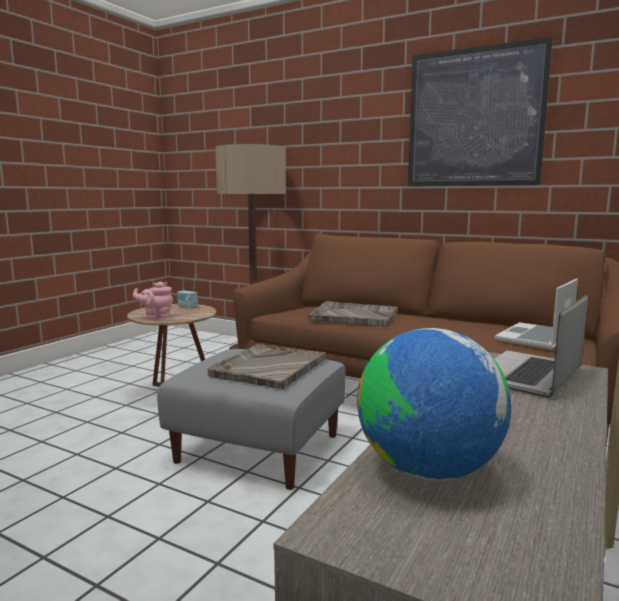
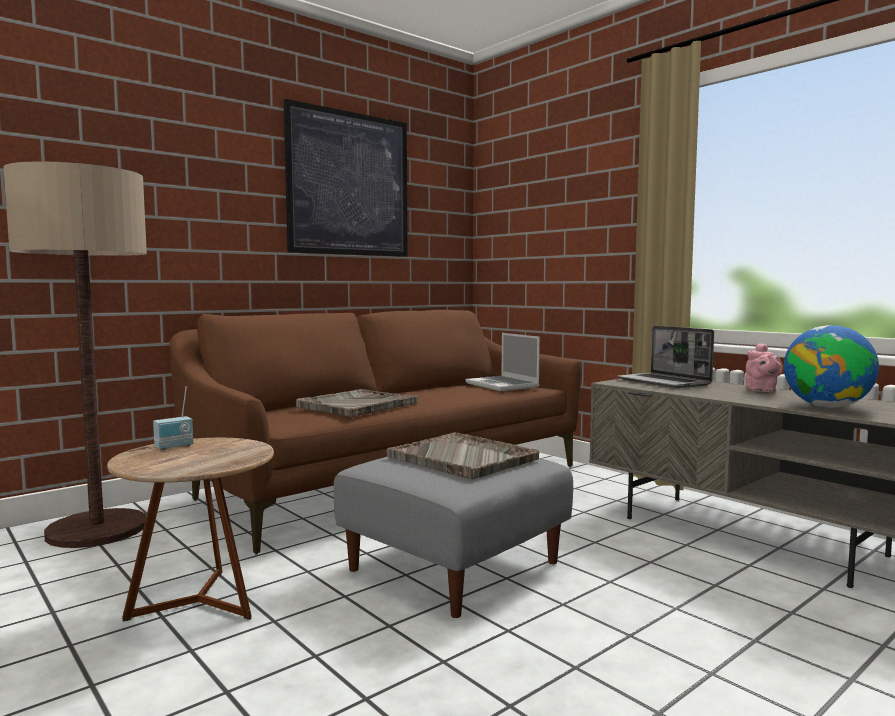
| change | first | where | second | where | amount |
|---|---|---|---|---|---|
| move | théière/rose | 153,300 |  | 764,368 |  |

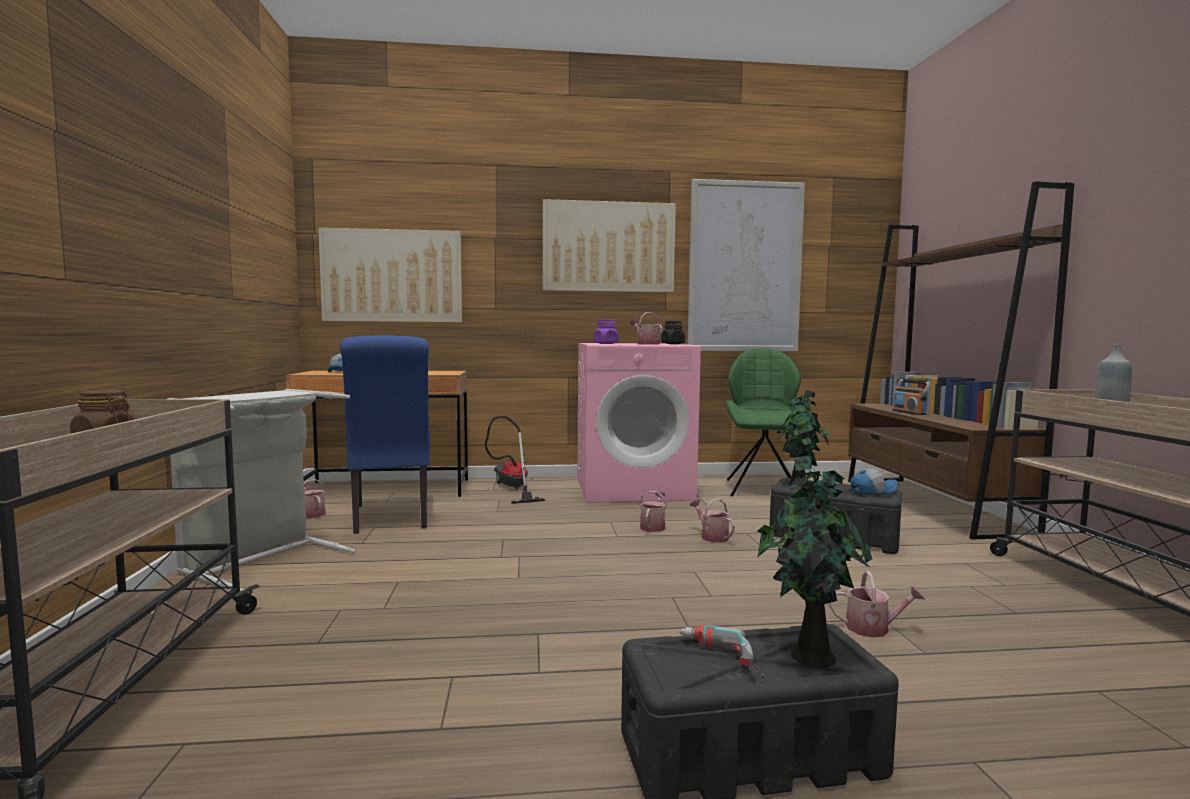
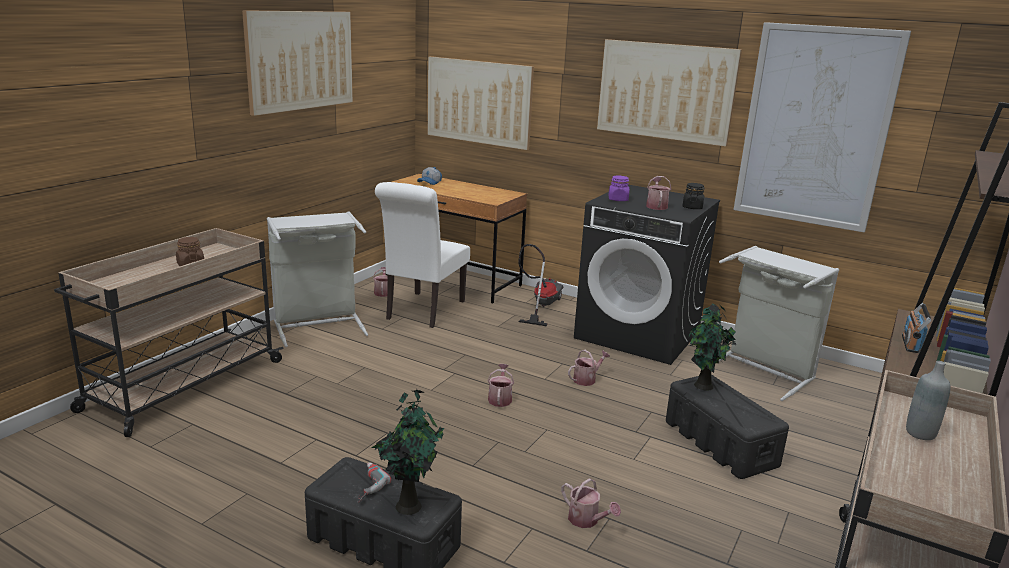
| change | first | where | second | where | amount |
|---|---|---|---|---|---|
| delete | casquette | 874,481 |  |  |  |
| insert |  |  | tableau | 297,63 |  |
| move | arrosoir | 712,520 |  | 501,385 |  |
| replace | chaise/vert | 768,422 | panier à linge/gris | 777,323 |  |
| recolor | chaise/bleu | 385,434 | chaise/blanc | 422,255 |  |
| recolor | lave-linge/rose | 639,423 | lave-linge/noir | 647,275 |  |

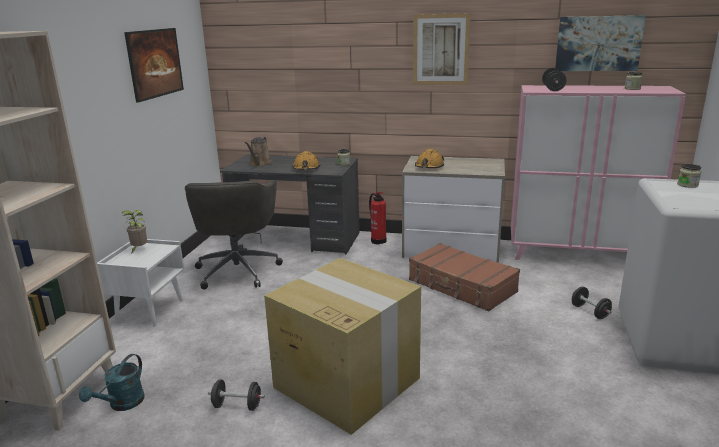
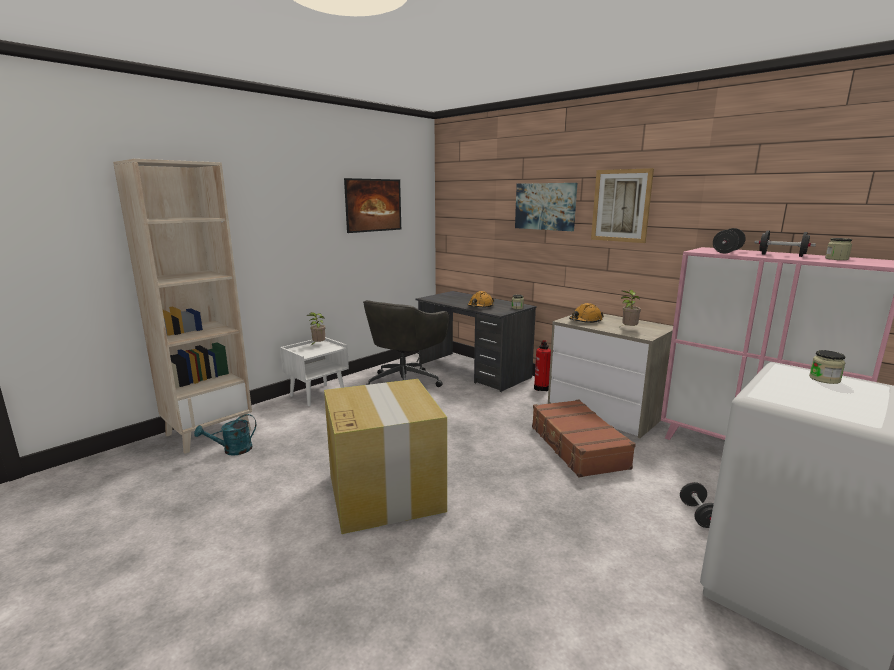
| change | first | where | second | where | amount |
|---|---|---|---|---|---|
| delete | arrosoir/marron | 259,152 |  |  |  |
| insert |  |  | plante en pot | 630,308 |  |
| move | haltère/noir | 236,395 |  | 785,243 |  |
| move | tableau | 600,43 |  | 546,207 |  |

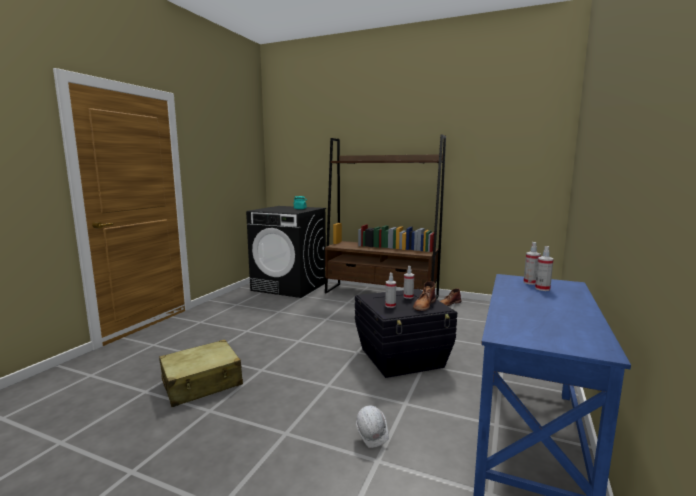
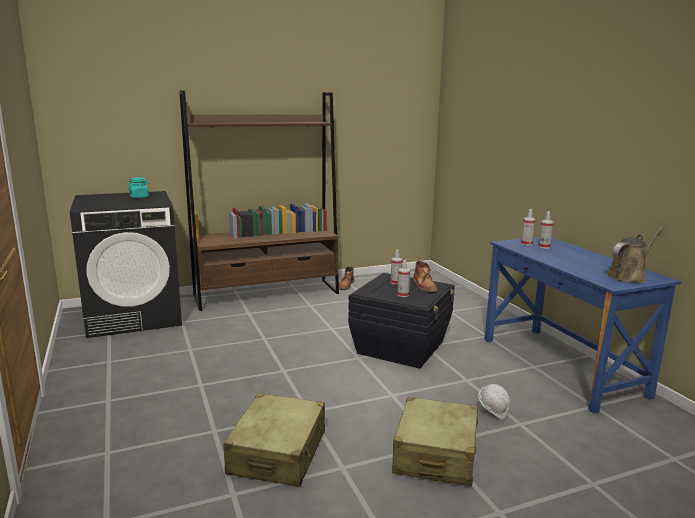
| change | first | where | second | where | amount |
|---|---|---|---|---|---|
| insert |  |  | valise/beige | 435,441 |  |
| insert |  |  | arrosoir/marron | 635,255 |  |

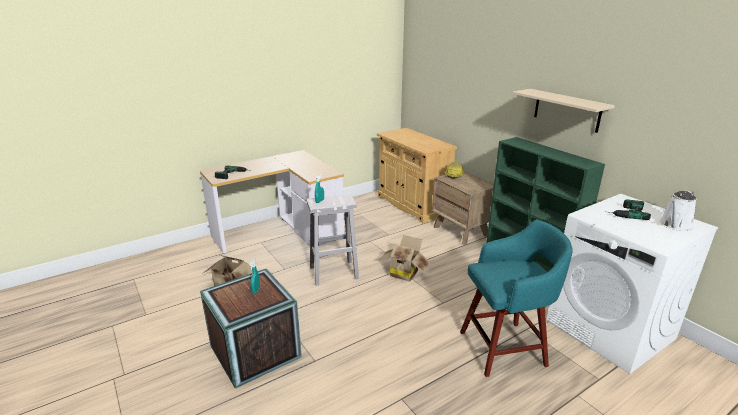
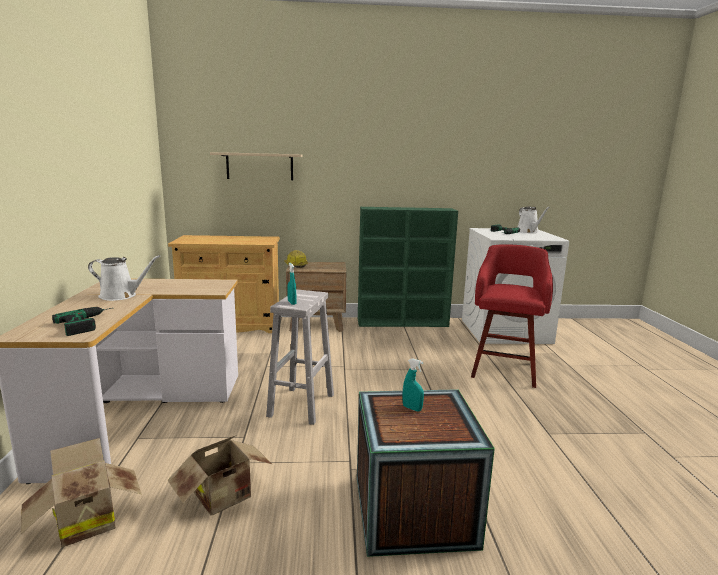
| change | first | where | second | where | amount |
|---|---|---|---|---|---|
| insert |  |  | arrosoir/blanc | 124,278 |  |
| move | carton | 405,258 |  | 81,493 |  |
| move | étagère/beige | 563,111 |  | 256,166 |  |
| recolor | tabouret/turquoise | 516,298 | tabouret/rouge | 512,316 |  |

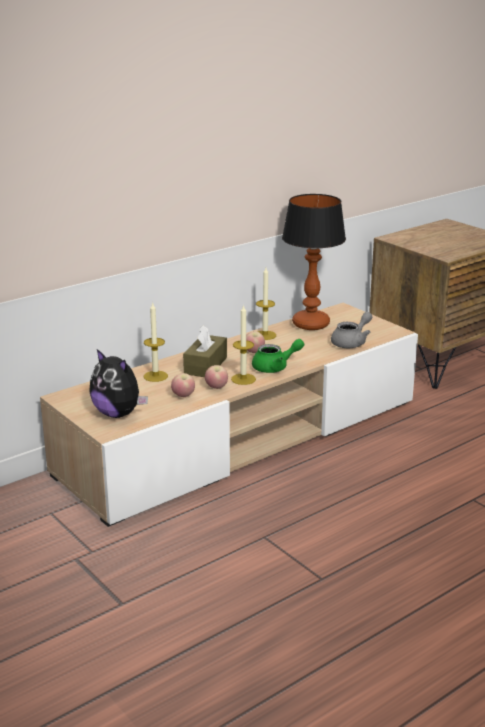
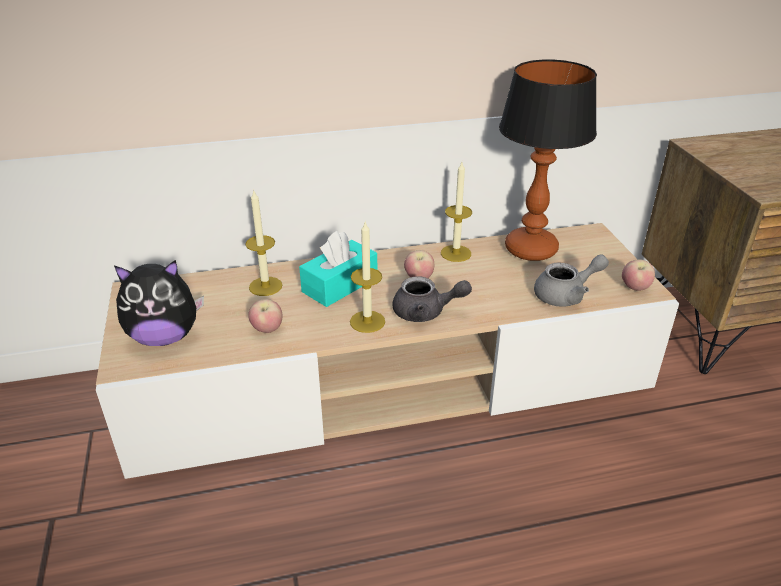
| change | first | where | second | where | amount |
|---|---|---|---|---|---|
| move | pomme | 216,377 |  | 638,275 |  |
| recolor | boîte à mouchoirs/marron | 205,351 | boîte à mouchoirs/turquoise | 338,269 |  |
| recolor | théière/vert | 278,356 | théière/gris | 432,299 |  |
| rotate | peluche | 118,383 |  | 159,303 | 75 degrees counterclockwise |

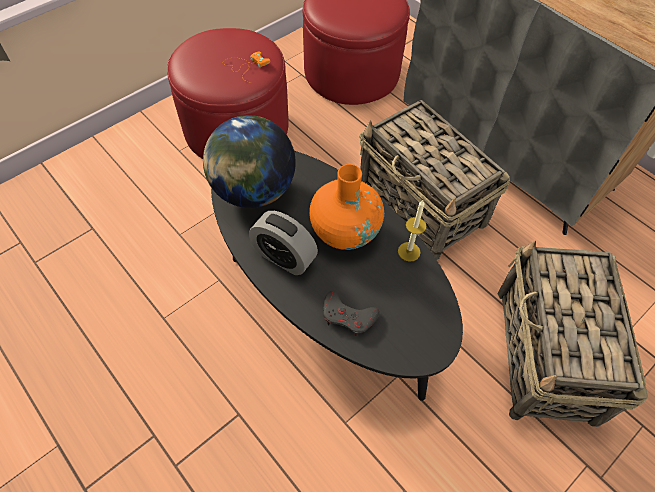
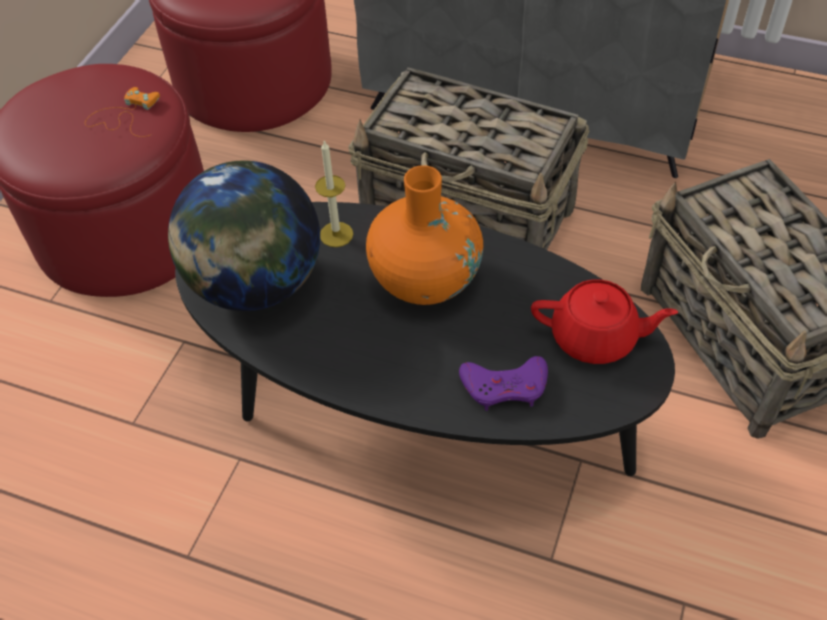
| change | first | where | second | where | amount |
|---|---|---|---|---|---|
| delete | réveil | 283,243 |  |  |  |
| insert |  |  | théière/rouge | 604,321 |  |
| move | bougie | 412,231 |  | 334,193 |  |
| recolor | manette/gris | 351,313 | manette/violet | 503,383 |  |

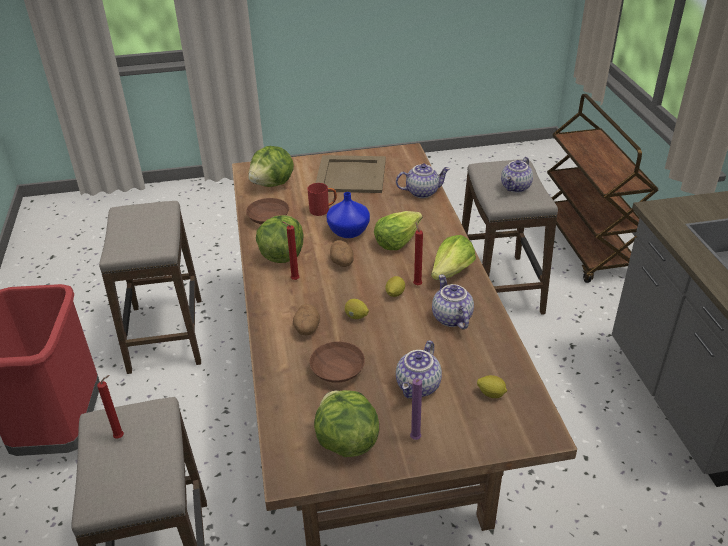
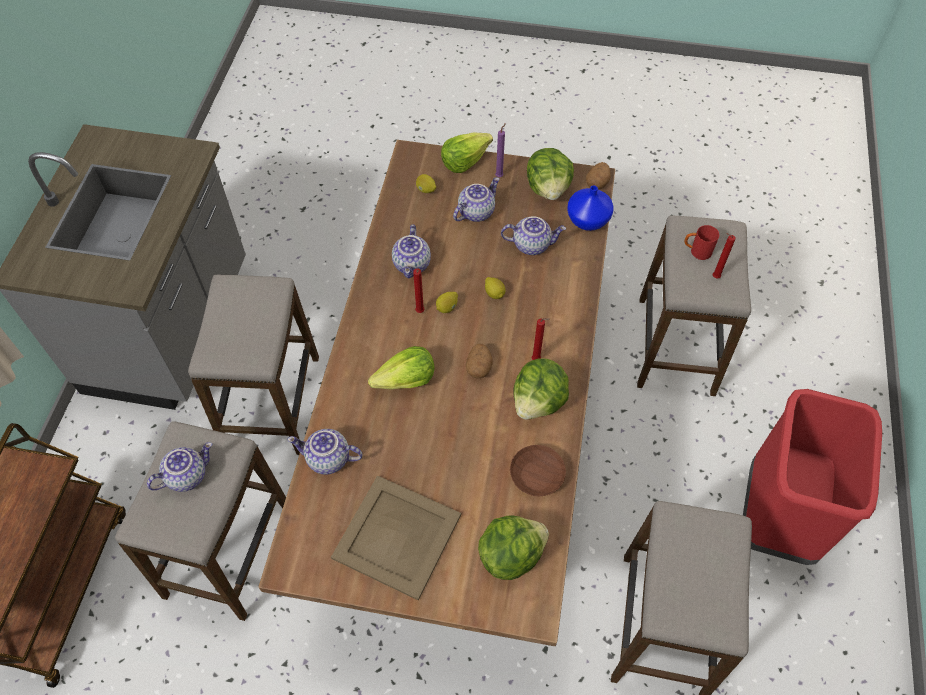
| change | first | where | second | where | amount |
|---|---|---|---|---|---|
| insert |  |  | tabouret | 253,365 |  |
| move | pomme de terre | 306,319 |  | 598,176 |  |
| move | mug/rouge | 322,199 |  | 701,242 |  |
| move | vase/bleu | 348,215 |  | 590,208 |  |
| move | laitue | 453,257 |  | 467,153 |  |
| replace | bol/marron | 337,362 | théière | 533,235 |  |

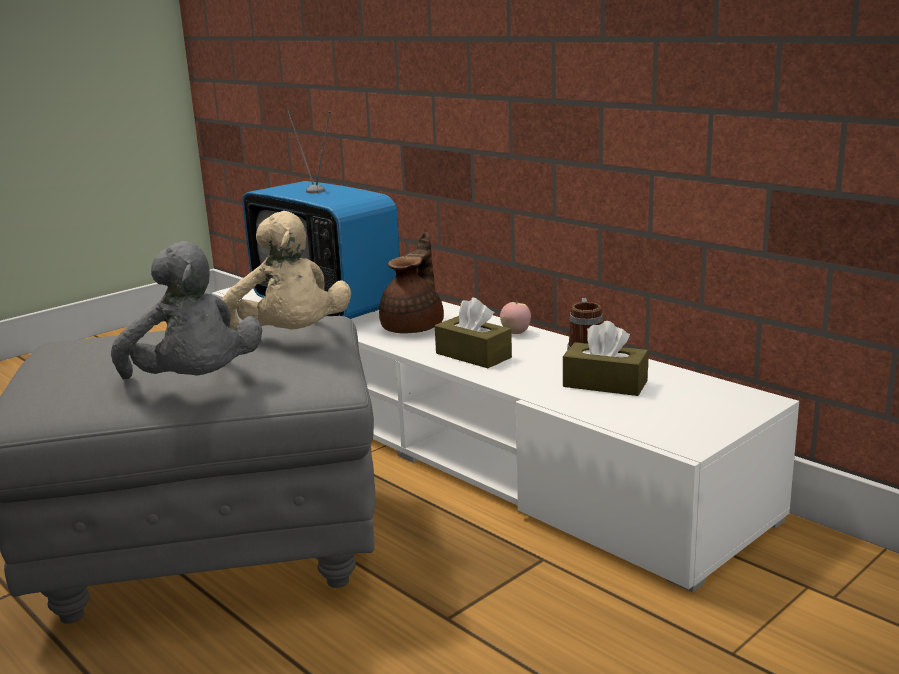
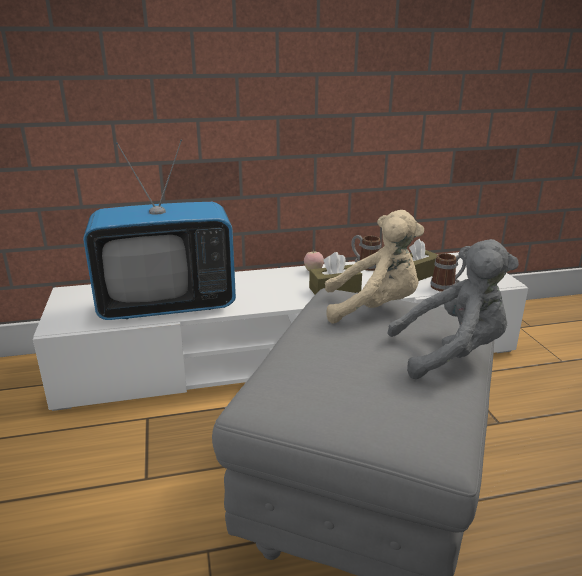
| change | first | where | second | where | amount |
|---|---|---|---|---|---|
| delete | théière/marron | 411,282 |  |  |  |
| insert |  |  | mug | 448,272 |  |

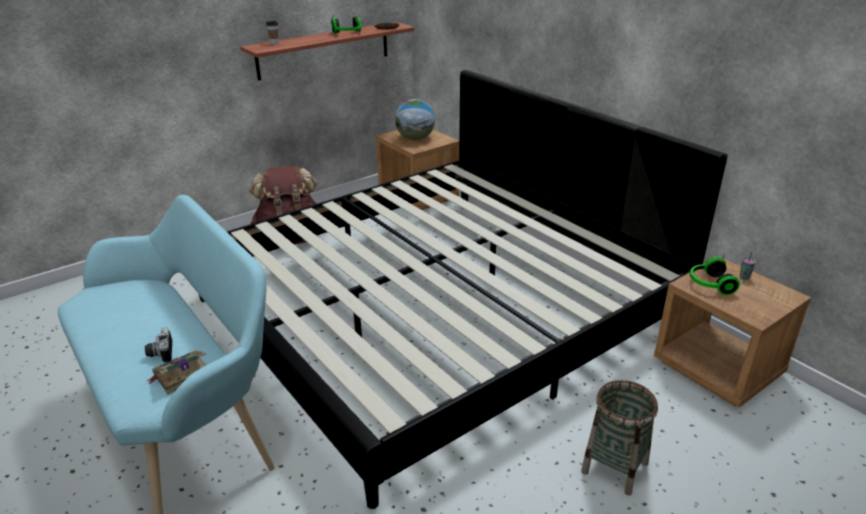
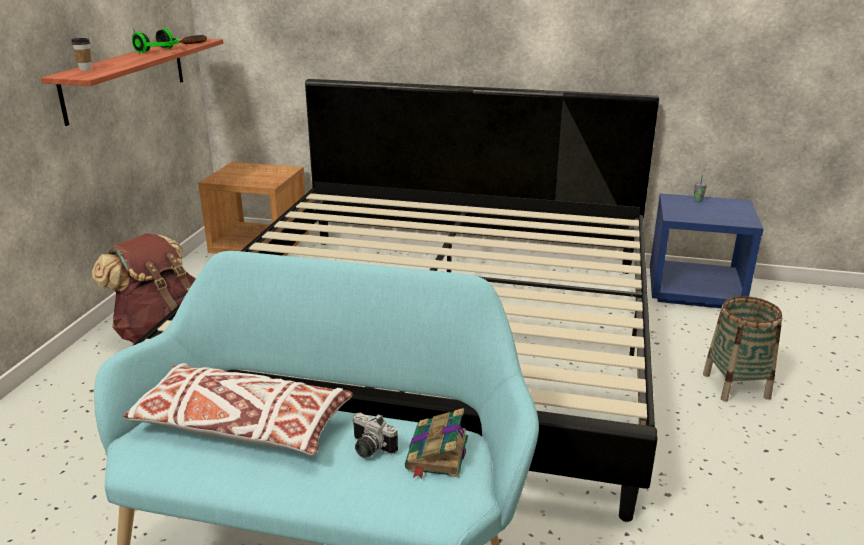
| change | first | where | second | where | amount |
|---|---|---|---|---|---|
| delete | globe | 415,119 |  |  |  |
| delete | casque audio | 715,274 |  |  |  |
| insert |  |  | coussin/blanc | 238,409 |  |
| recolor | table de chevet/marron | 732,332 | table de chevet/bleu | 706,250 |  |

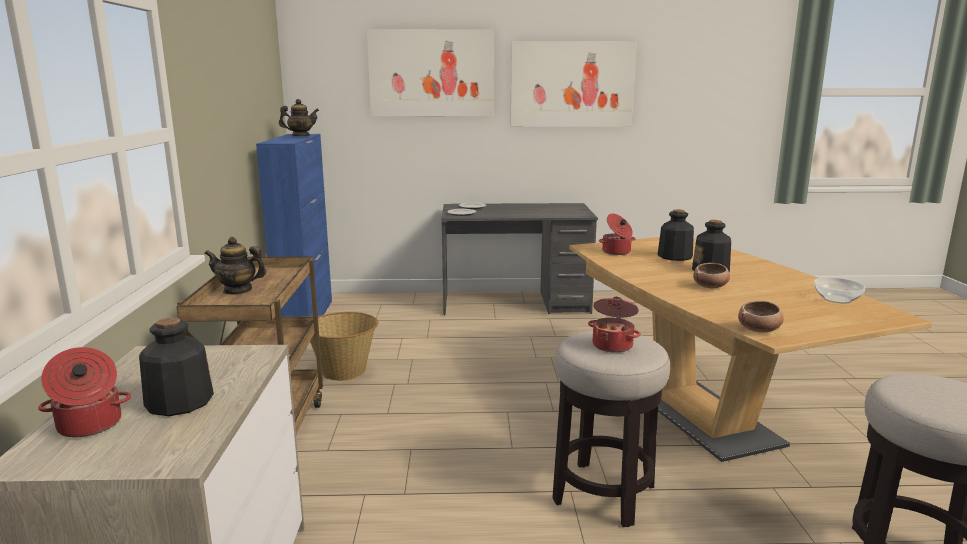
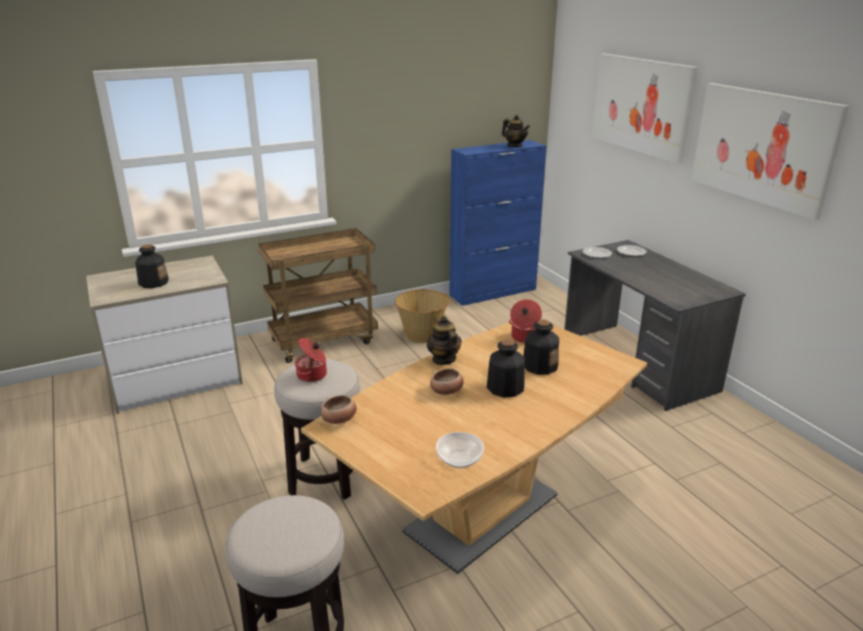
| change | first | where | second | where | amount |
|---|---|---|---|---|---|
| delete | marmite | 84,392 |  |  |  |
| move | théière | 235,266 |  | 444,340 |  |

